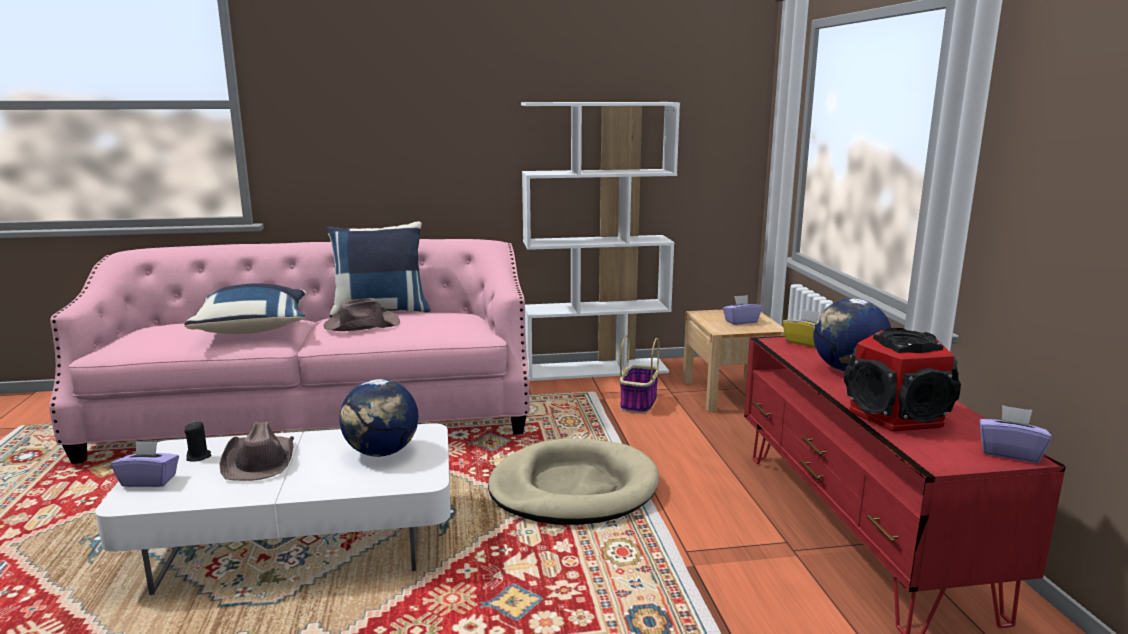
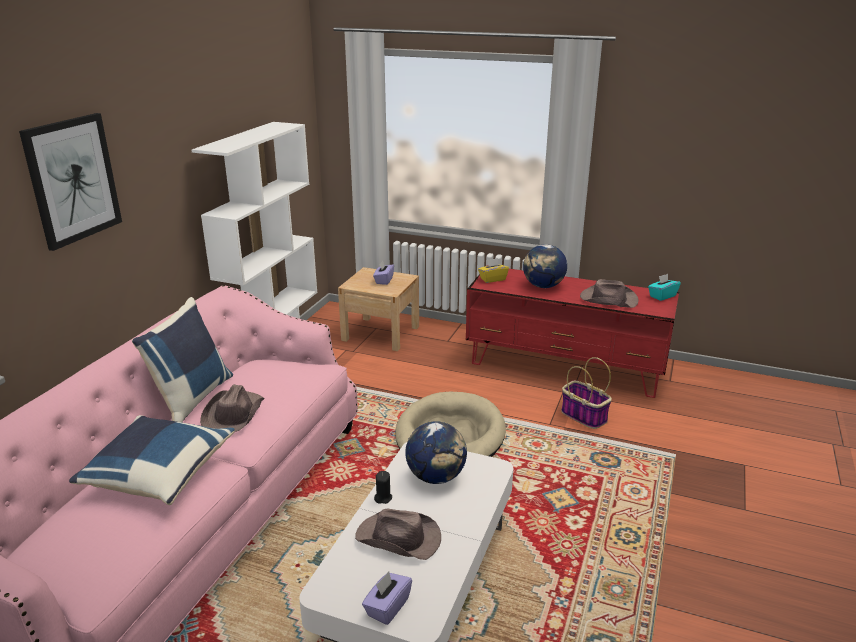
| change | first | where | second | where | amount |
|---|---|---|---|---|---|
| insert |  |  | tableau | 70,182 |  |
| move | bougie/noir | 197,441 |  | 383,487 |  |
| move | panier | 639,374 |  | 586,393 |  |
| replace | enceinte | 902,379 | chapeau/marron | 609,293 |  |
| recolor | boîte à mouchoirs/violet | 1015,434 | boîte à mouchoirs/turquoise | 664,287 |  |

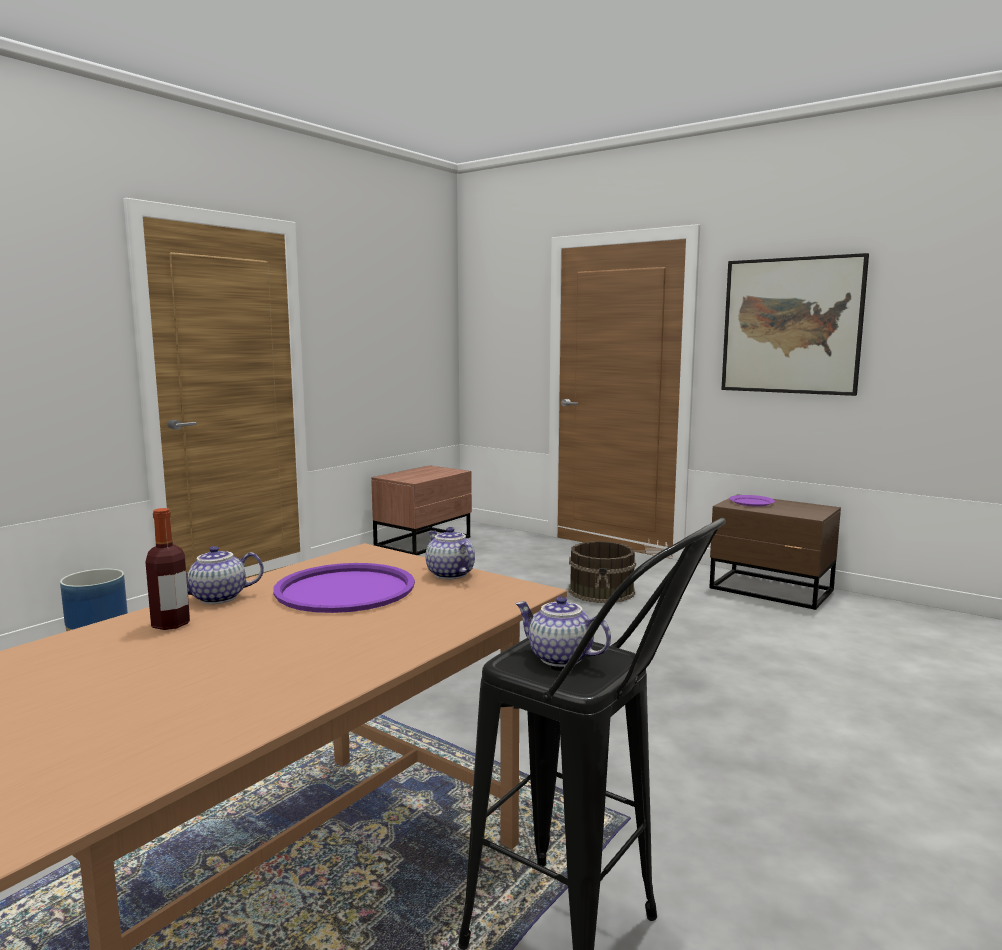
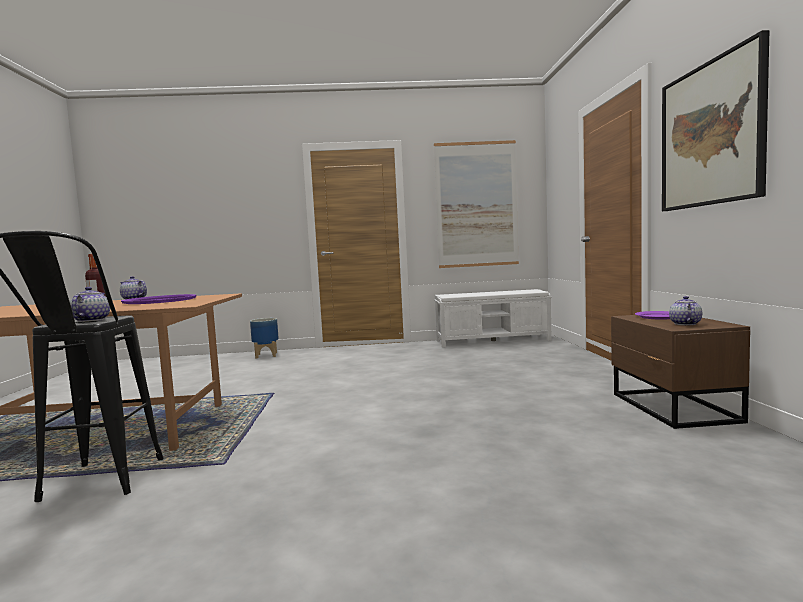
| change | first | where | second | where | amount |
|---|---|---|---|---|---|
| delete | seau/marron | 602,572 |  |  |  |
| insert |  |  | tableau | 476,204 |  |
| move | théière | 450,553 |  | 685,310 |  |
| replace | table de chevet/marron | 421,510 | banc/blanc | 493,318 |  |

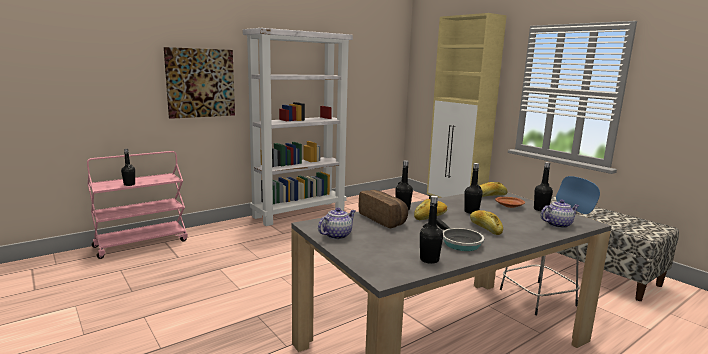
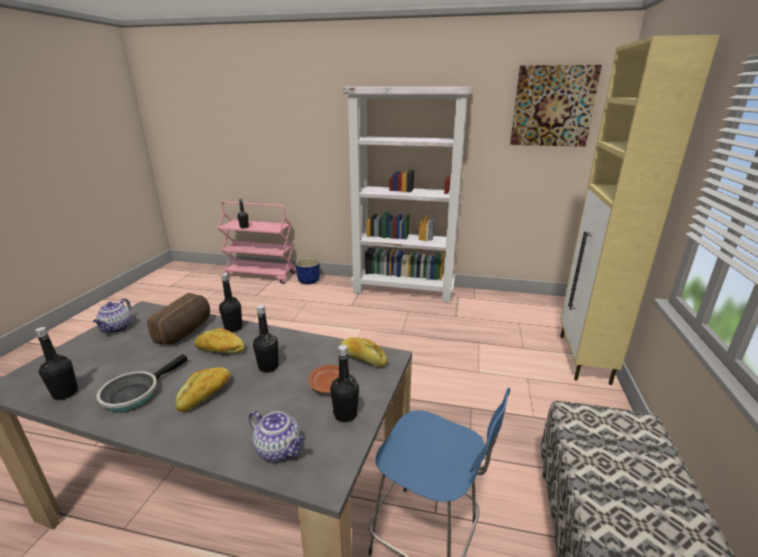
| change | first | where | second | where | amount |
|---|---|---|---|---|---|
| insert |  |  | cache-pot/bleu | 307,271 |  |
| move | tableau | 199,83 |  | 556,106 |  |
| rotate | théière | 337,224 |  | 112,315 | 90 degrees clockwise |

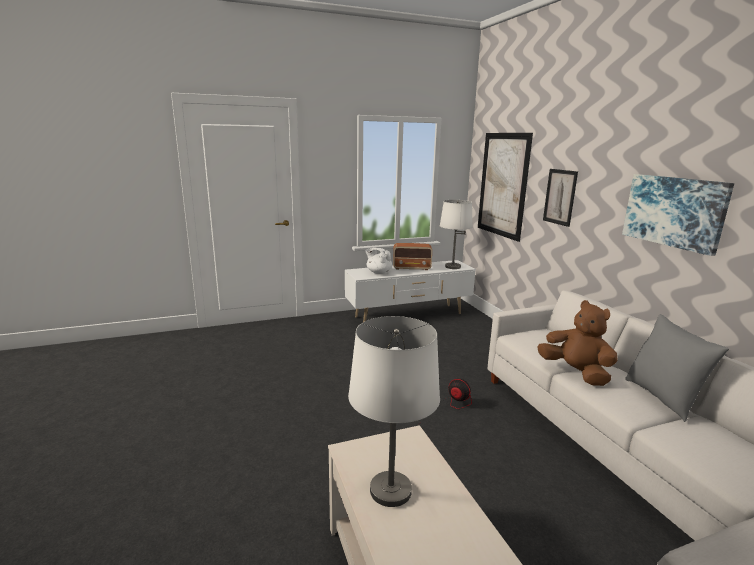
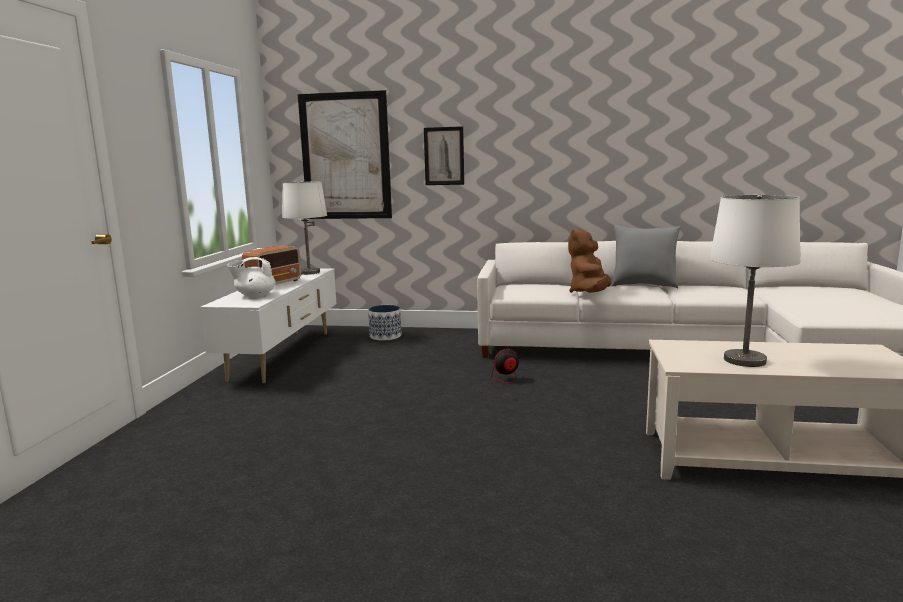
| change | first | where | second | where | amount |
|---|---|---|---|---|---|
| delete | tableau | 678,215 |  |  |  |
| insert |  |  | cache-pot | 384,323 |  |
| rotate | peluche/marron | 577,343 |  | 590,261 | 60 degrees counterclockwise |

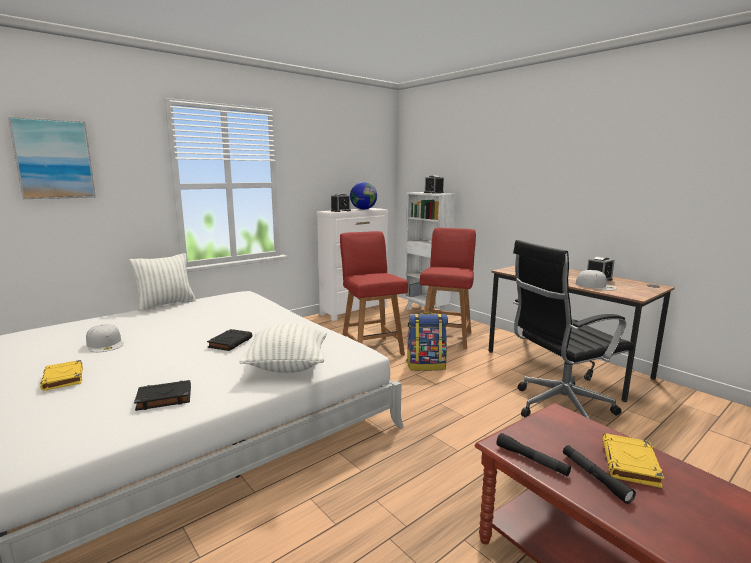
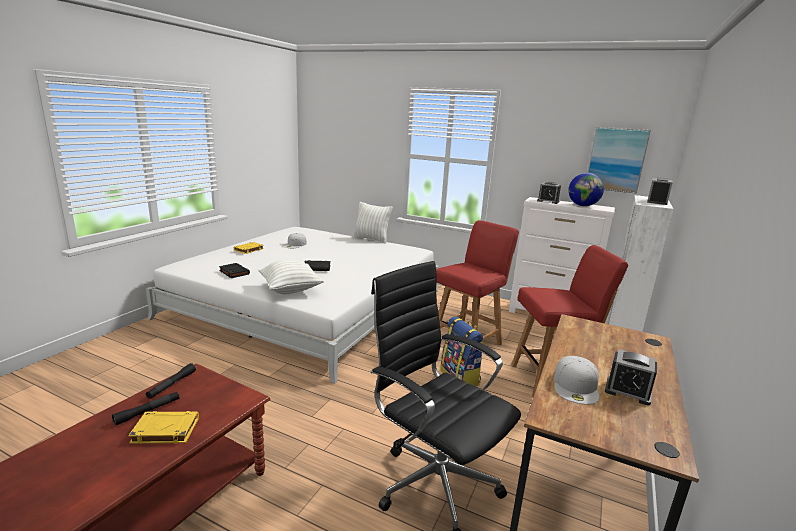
| change | first | where | second | where | amount |
|---|---|---|---|---|---|
| move | tableau | 52,157 |  | 619,160 |  |

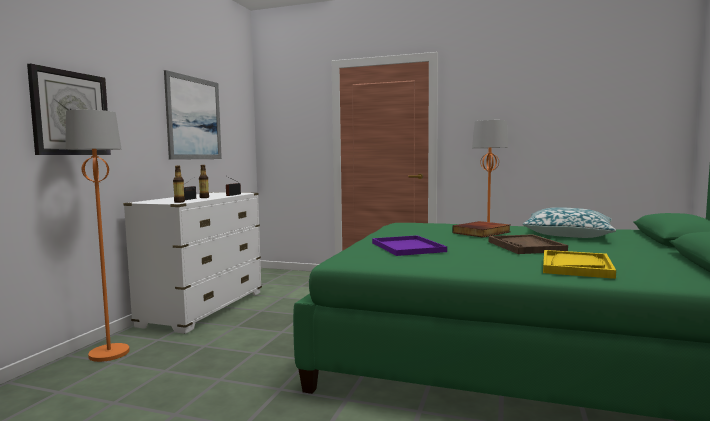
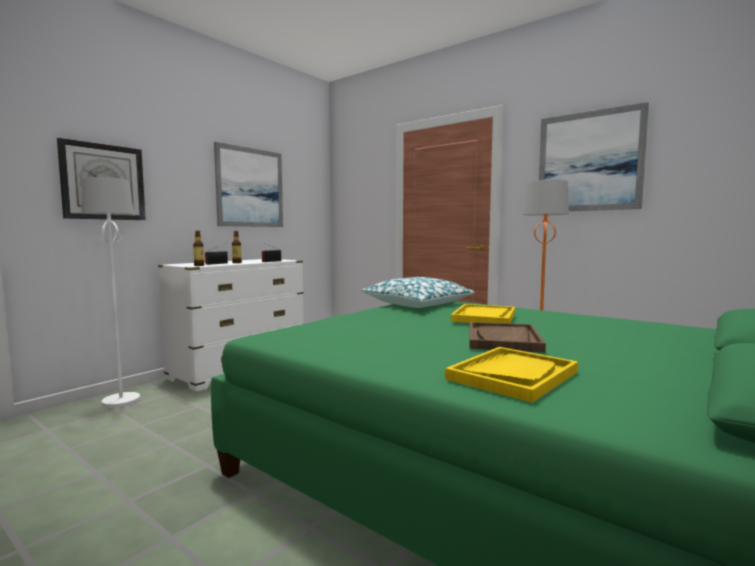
| change | first | where | second | where | amount |
|---|---|---|---|---|---|
| delete | plateau/violet | 409,245 |  |  |  |
| insert |  |  | tableau | 594,156 |  |
| move | coussin | 569,222 |  | 418,292 |  |
| replace | livre | 481,229 | plateau/jaune | 483,313 |  |
| recolor | lampadaire/orange | 97,236 | lampadaire/blanc | 111,292 |  |

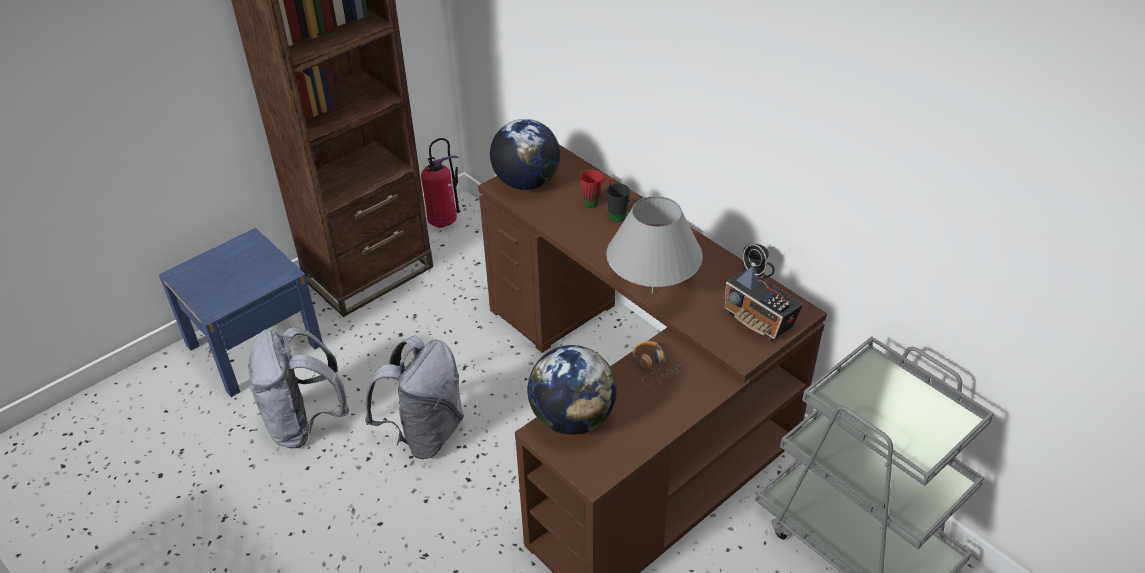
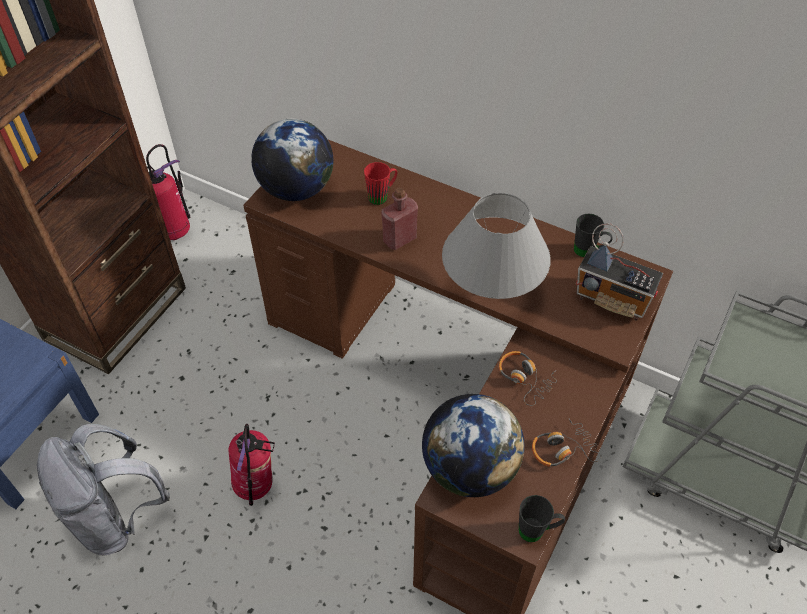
| change | first | where | second | where | amount |
|---|---|---|---|---|---|
| insert |  |  | bouteille/rouge | 399,219 |  |
| insert |  |  | casque audio | 566,443 |  |
| move | mug/noir | 621,202 |  | 542,518 |  |
| replace | sac à dos/gris | 414,397 | extincteur | 252,465 |  |

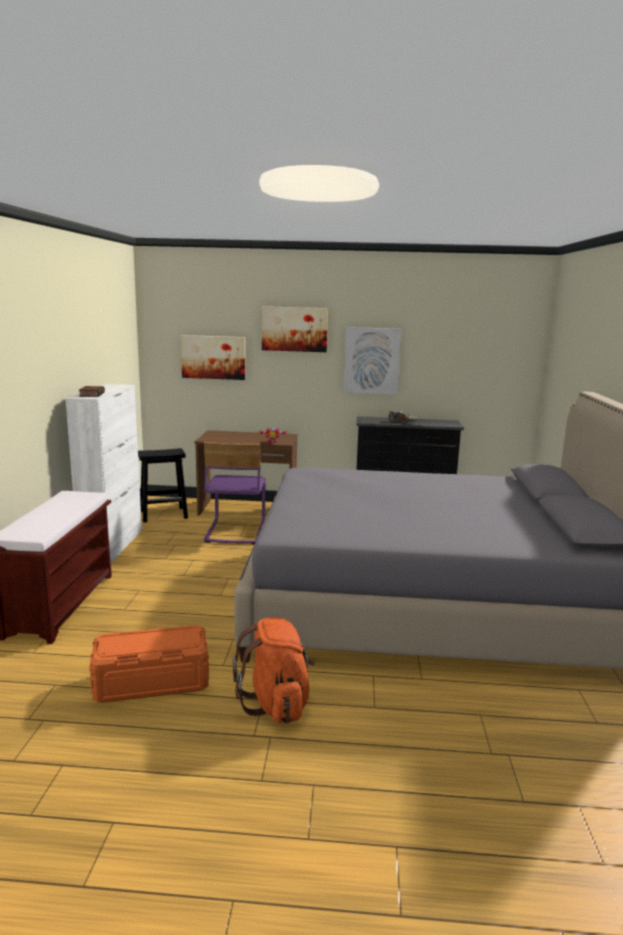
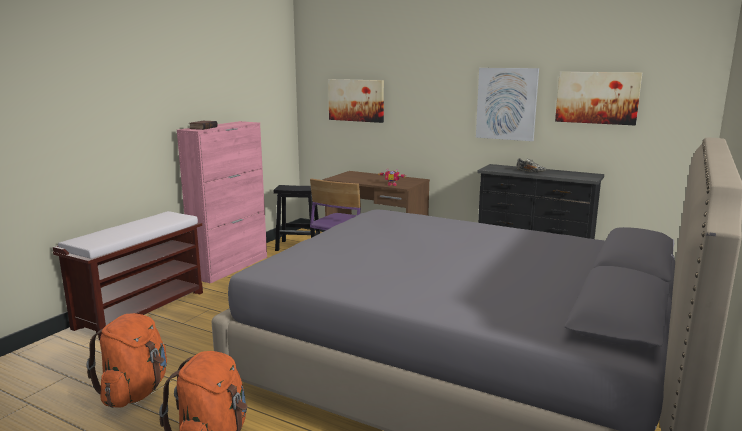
| change | first | where | second | where | amount |
|---|---|---|---|---|---|
| move | tableau | 295,329 |  | 598,98 |  |
| replace | boîte de rangement/orange | 149,664 | sac à dos/orange | 126,360 |  |
| recolor | meuble de rangement/blanc | 103,474 | meuble de rangement/rose | 222,202 |  |

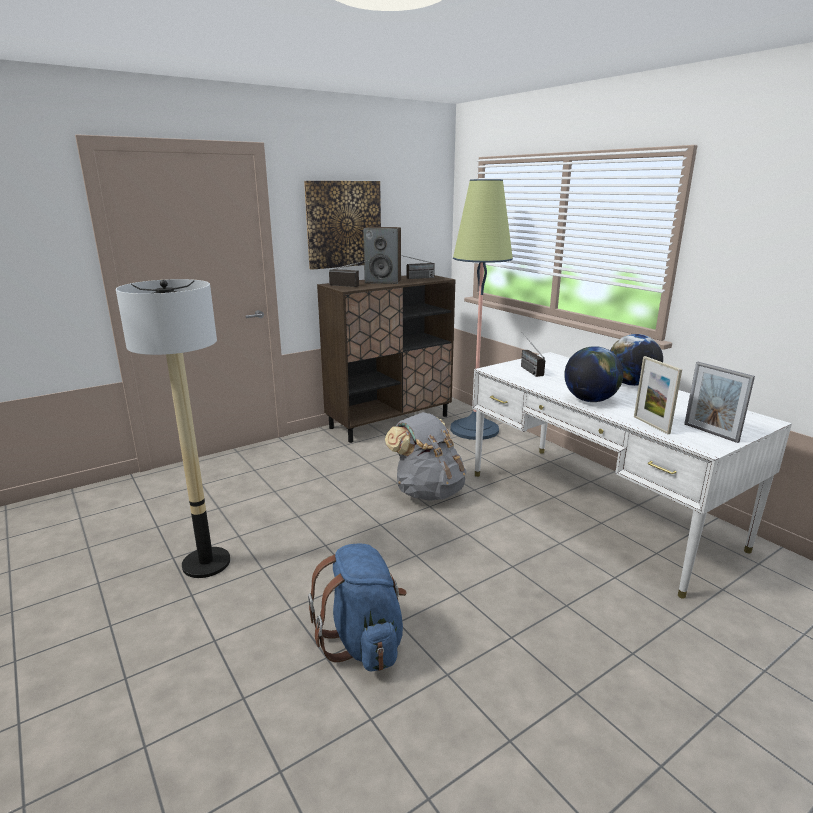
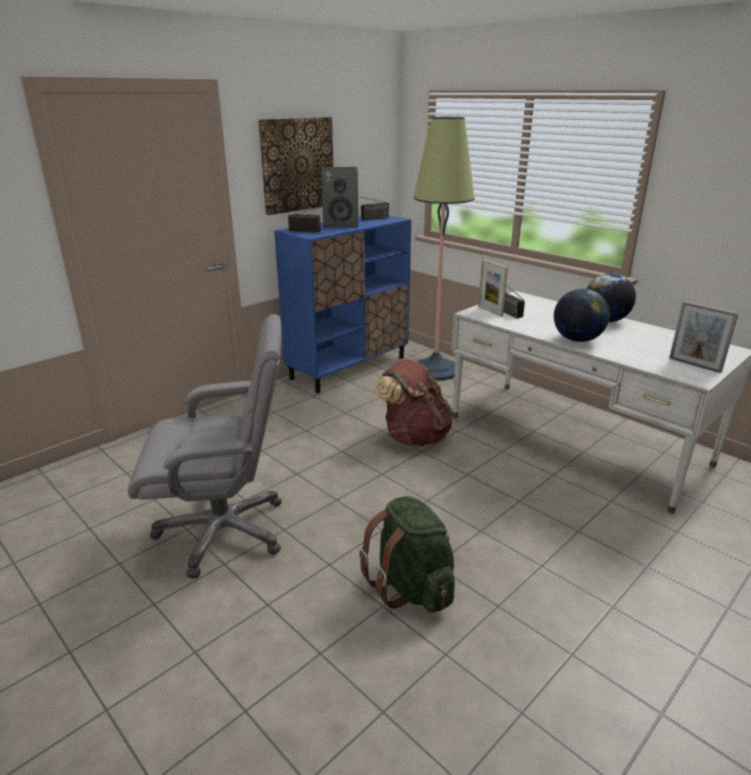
| change | first | where | second | where | amount |
|---|---|---|---|---|---|
| move | cadre photo | 658,395 |  | 493,288 |  |
| replace | lampadaire | 173,428 | chaise de bureau/gris | 205,446 |  |
| recolor | sac à dos/bleu | 357,607 | sac à dos/vert | 407,554 |  |
| recolor | meuble de rangement/marron | 386,359 | meuble de rangement/bleu | 342,304 |  |
| recolor | sac à dos/gris | 426,456 | sac à dos/marron | 414,402 |  |

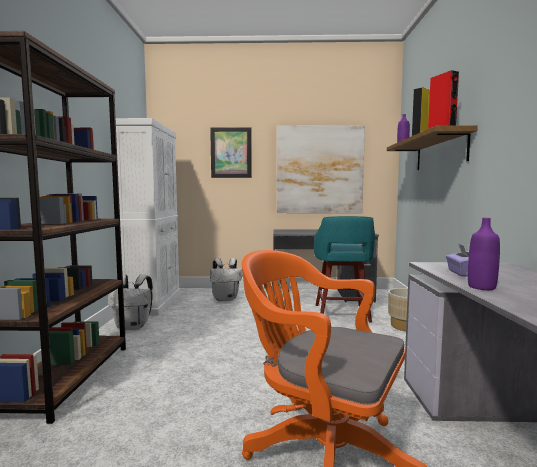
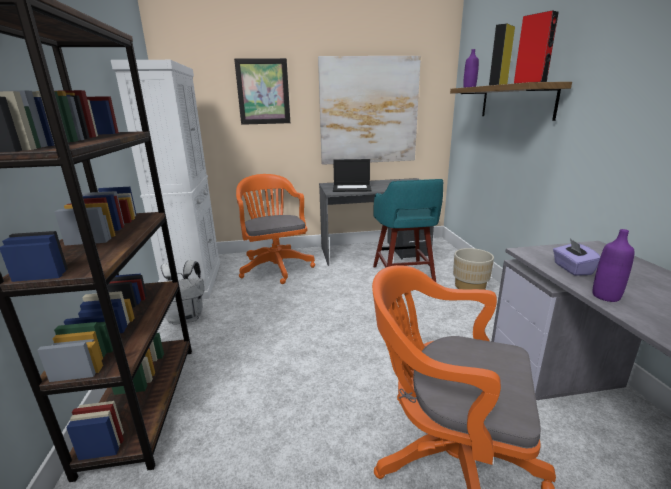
| change | first | where | second | where | amount |
|---|---|---|---|---|---|
| insert |  |  | ordinateur portable | 352,175 |  |
| replace | sac à dos/blanc | 226,279 | chaise de bureau/orange | 275,229 |  |

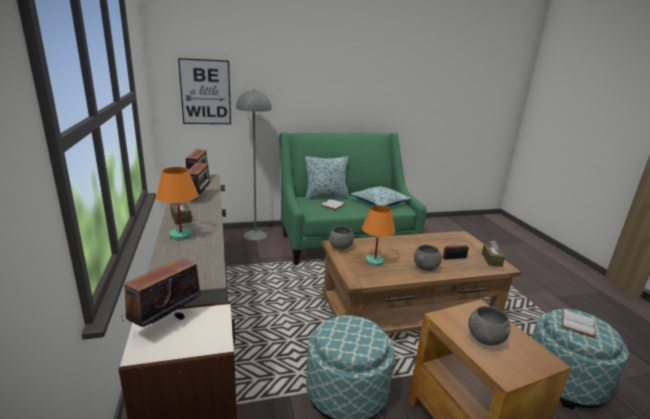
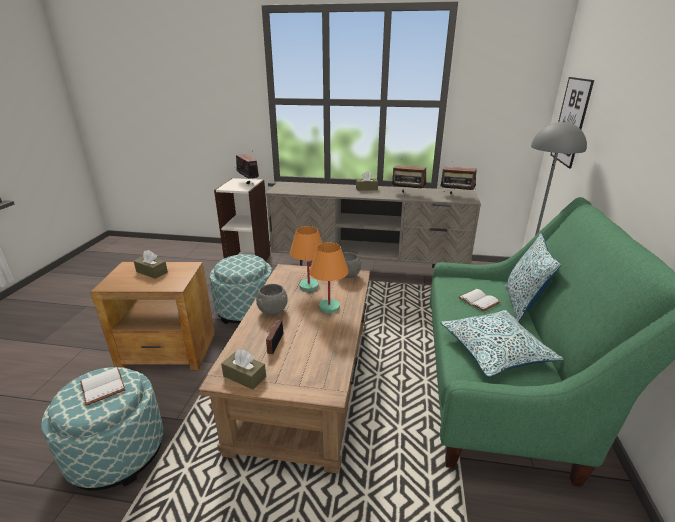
| change | first | where | second | where | amount |
|---|---|---|---|---|---|
| move | lampe de table/orange | 177,203 |  | 329,278 |  |
| replace | bol/gris | 489,325 | boîte à mouchoirs/marron | 151,264 |  |

